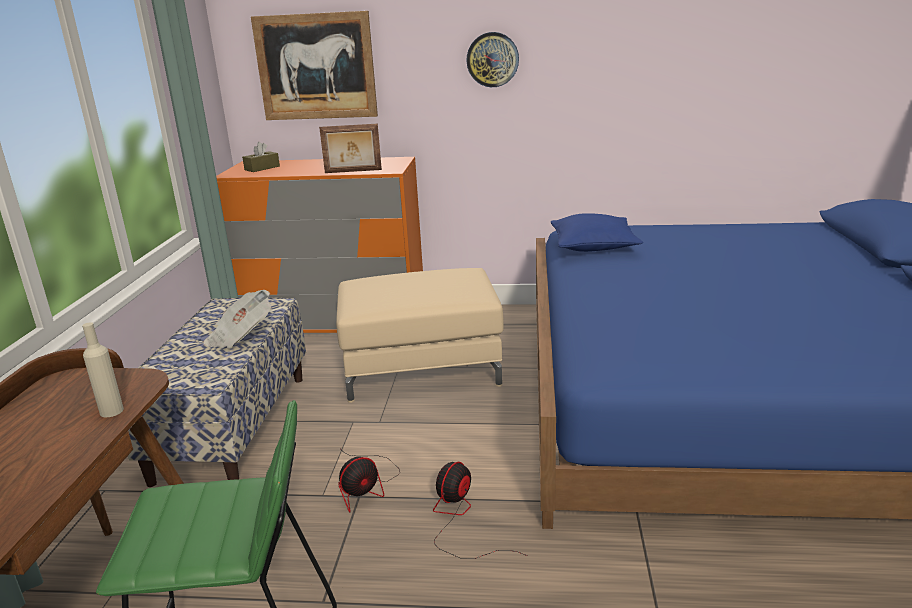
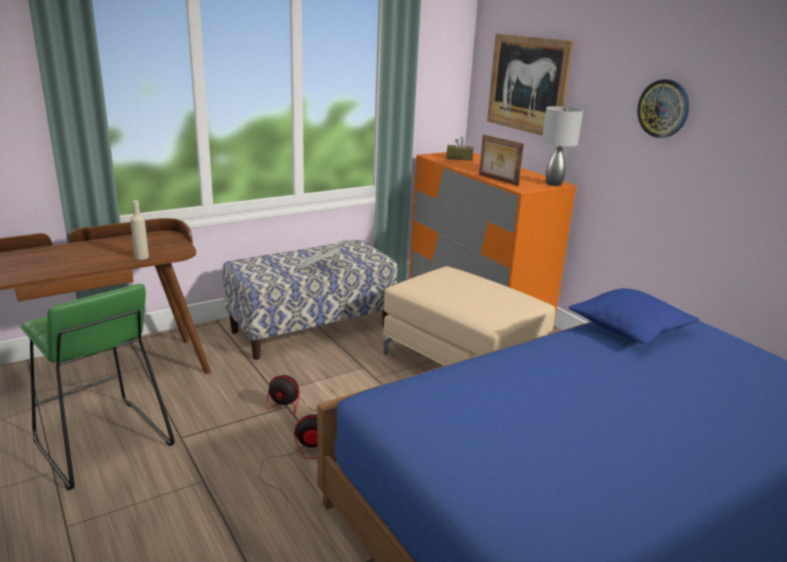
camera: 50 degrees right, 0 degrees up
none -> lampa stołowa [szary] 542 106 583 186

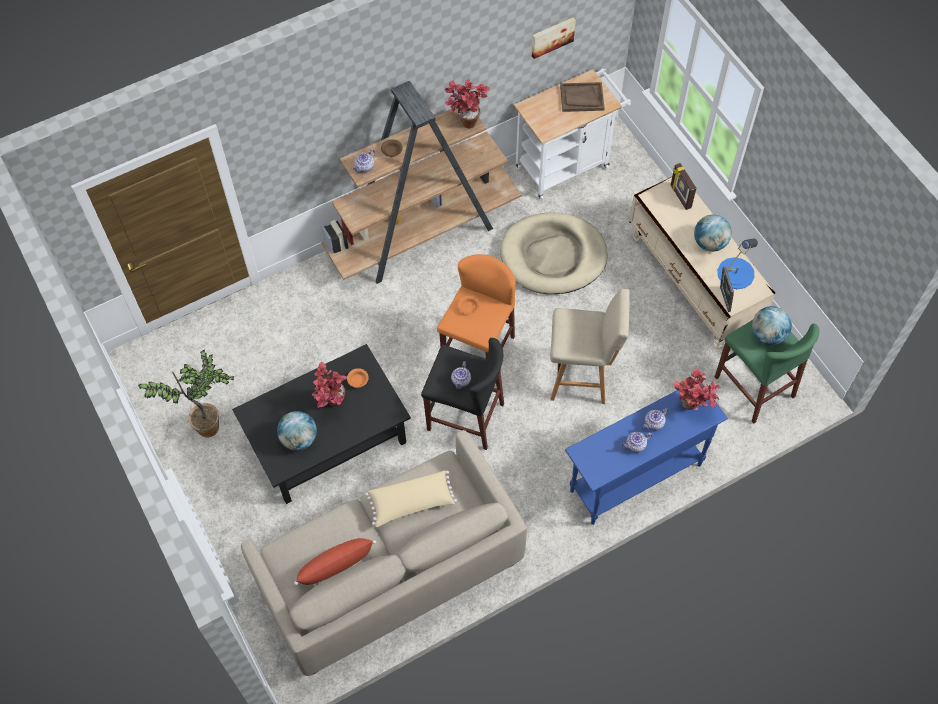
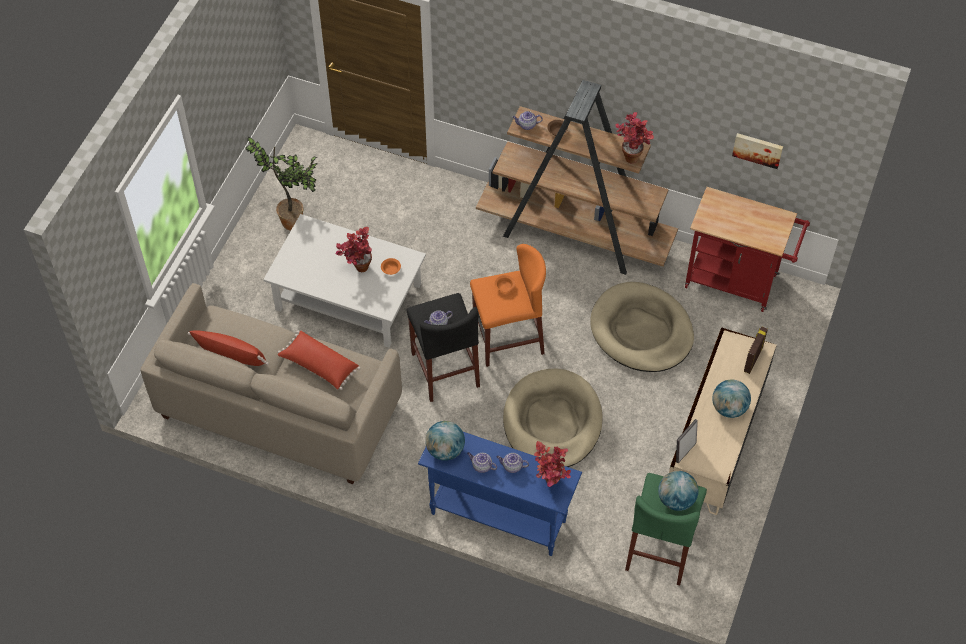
camera: 50 degrees right, 5 degrees down
ława [czarny] 232 344 411 504 -> ława [biały] 263 214 426 348
globus 277 411 317 451 -> globus 425 421 465 461, shifted
poduszka [beżowy] 365 470 457 527 -> poduszka [czerwony] 278 331 361 390
wózek [biały] 514 68 631 200 -> wózek [czerwony] 685 187 810 312
stołek [beżowy] 550 289 629 404 -> legowisko [beżowy] 503 369 603 467
taca [brązowy] 560 82 605 112 -> none
lampa stołowa [niebieski] 718 238 758 289 -> none

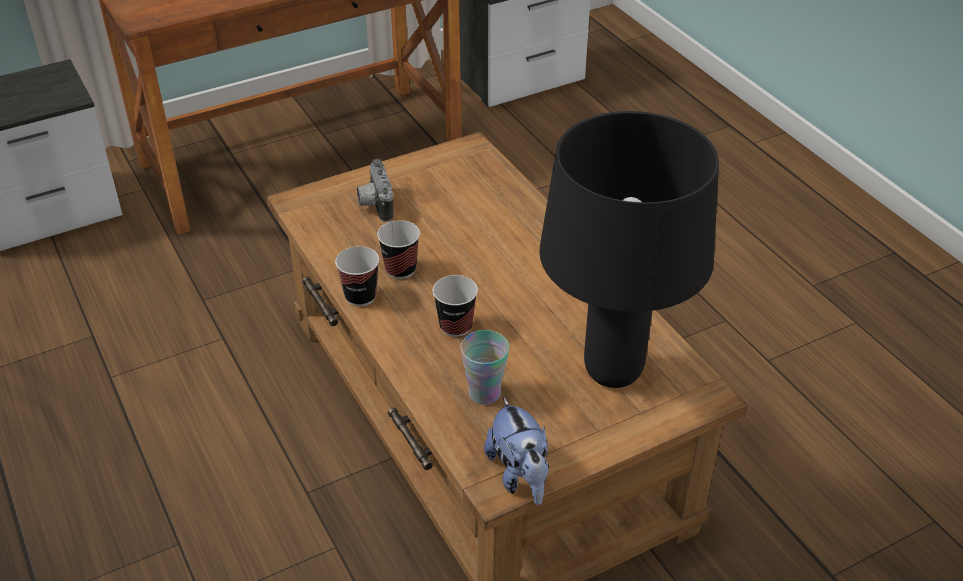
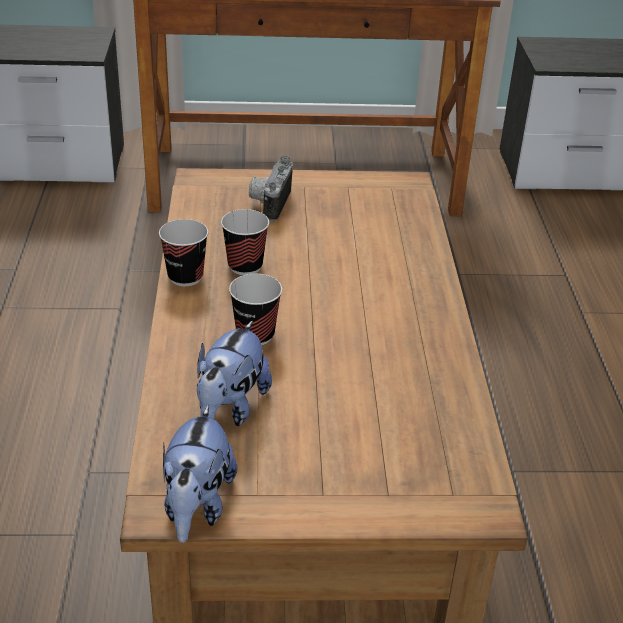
camera: 25 degrees right, 5 degrees down
filiżanka 461 330 509 405 -> pluszak 197 321 272 426
lampa stołowa [czarny] 539 111 719 388 -> none

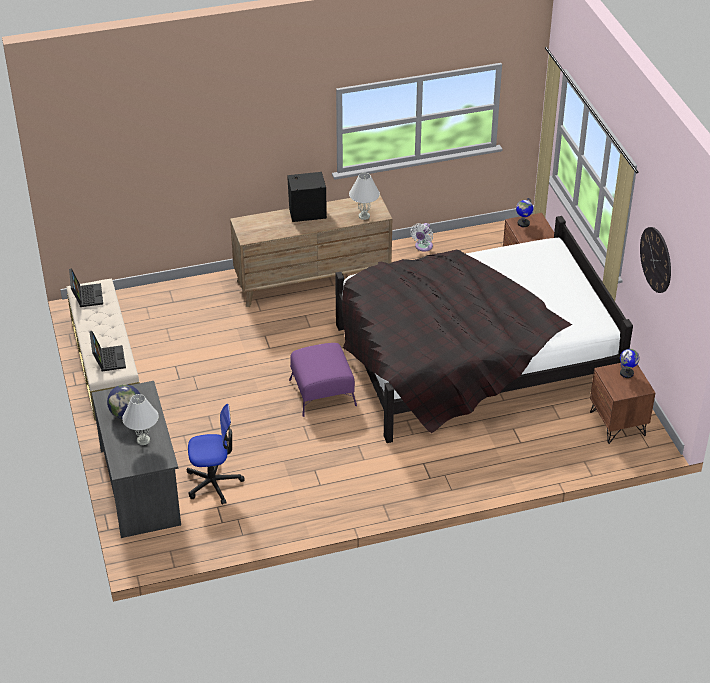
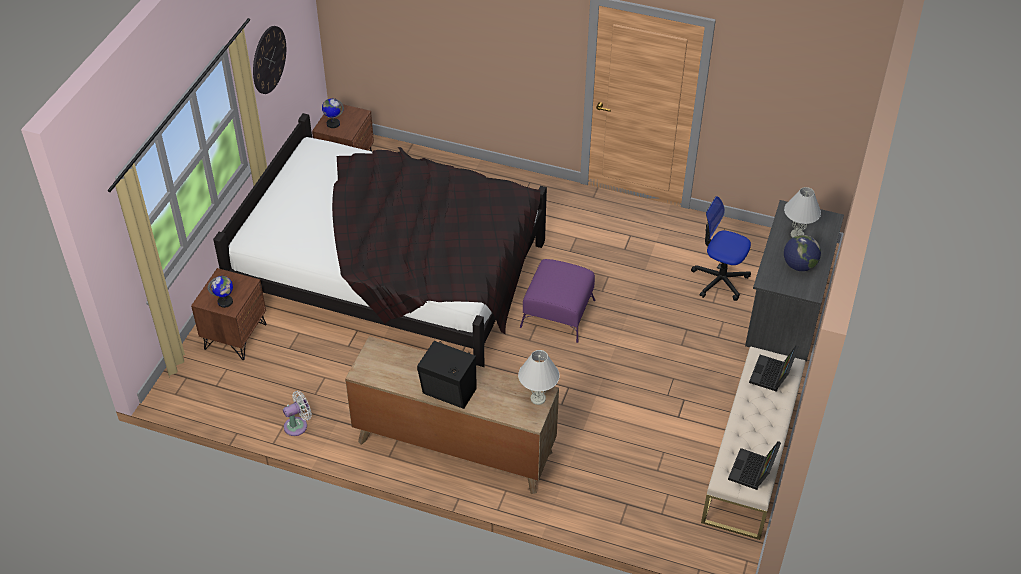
camera: 145 degrees left, 5 degrees up
lampa stołowa [biały] 349 173 380 220 -> lampa stołowa [biały] 518 350 560 405, shifted

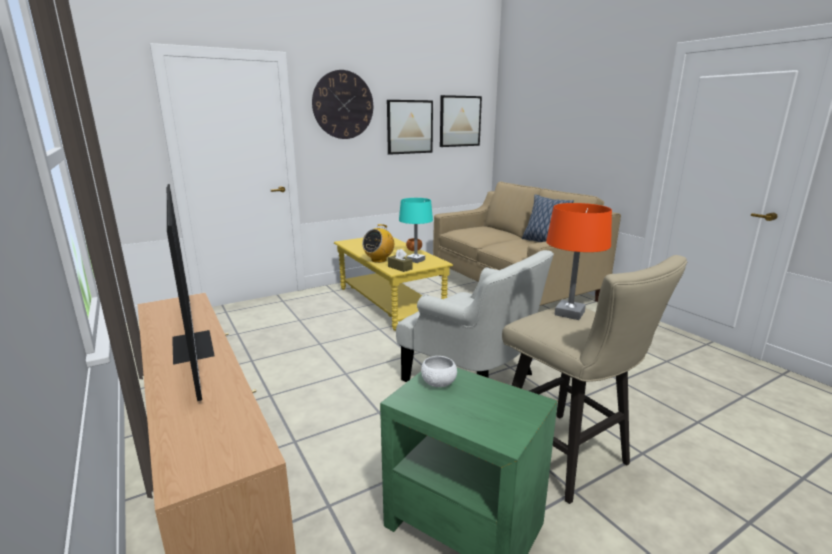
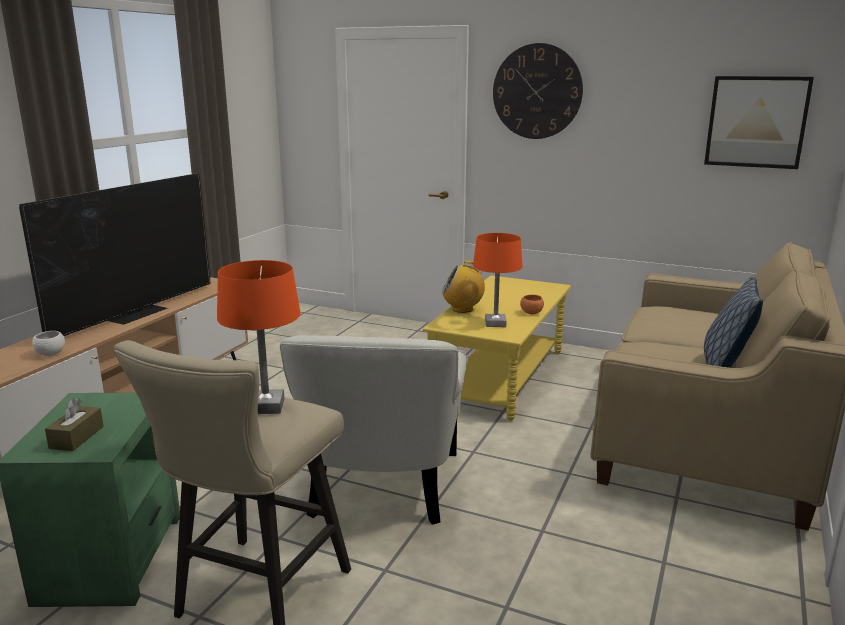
camera: 55 degrees right, 0 degrees up
obraz 387 100 433 155 -> none
pudełko chusteczek [brązowy] 388 249 413 272 -> pudełko chusteczek [brązowy] 45 398 104 451, shifted
lampa stołowa [turkusowy] 399 198 433 263 -> lampa stołowa [pomarańczowy] 473 233 523 327
miska [biały] 421 356 457 387 -> miska [biały] 32 331 65 356, shifted

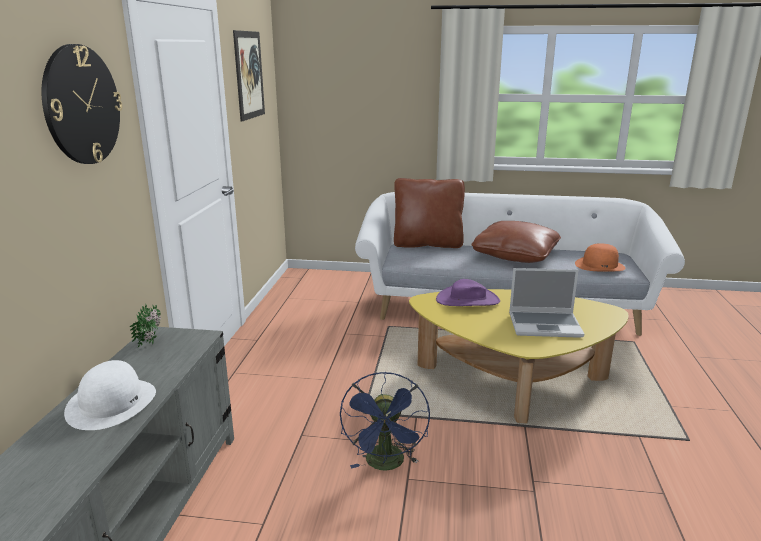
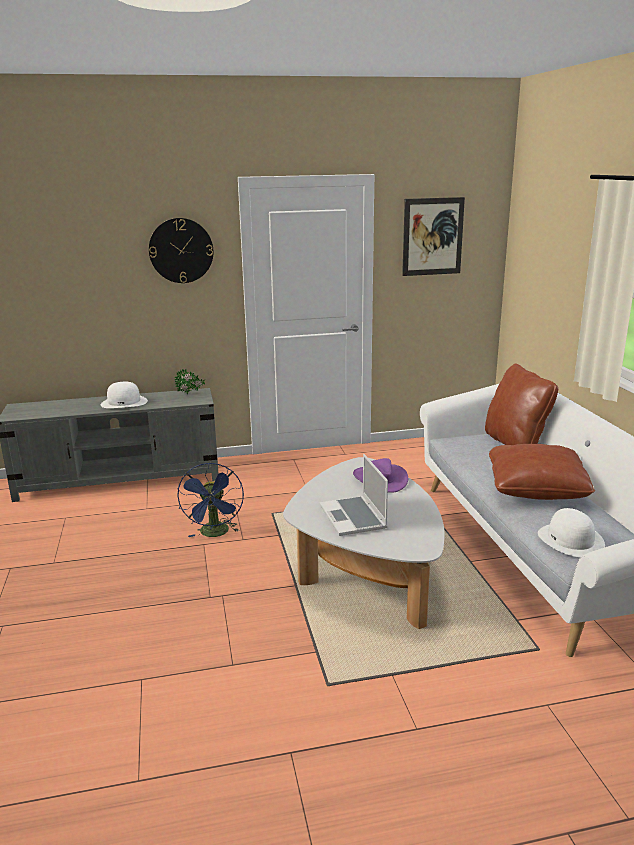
camera: 70 degrees right, 0 degrees up
wentylator [niebieski] 340 372 430 471 -> wentylator [niebieski] 177 463 244 537, 75 degrees counterclockwise
ława [żółty] 409 289 628 423 -> ława [biały] 283 457 444 629
kapelusz [pomarańczowy] 575 243 626 271 -> kapelusz [biały] 538 508 605 557

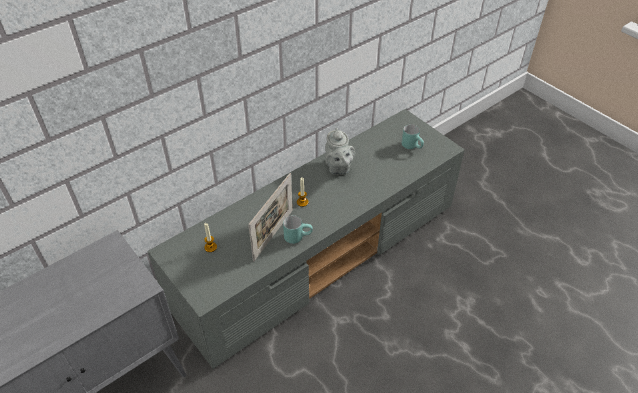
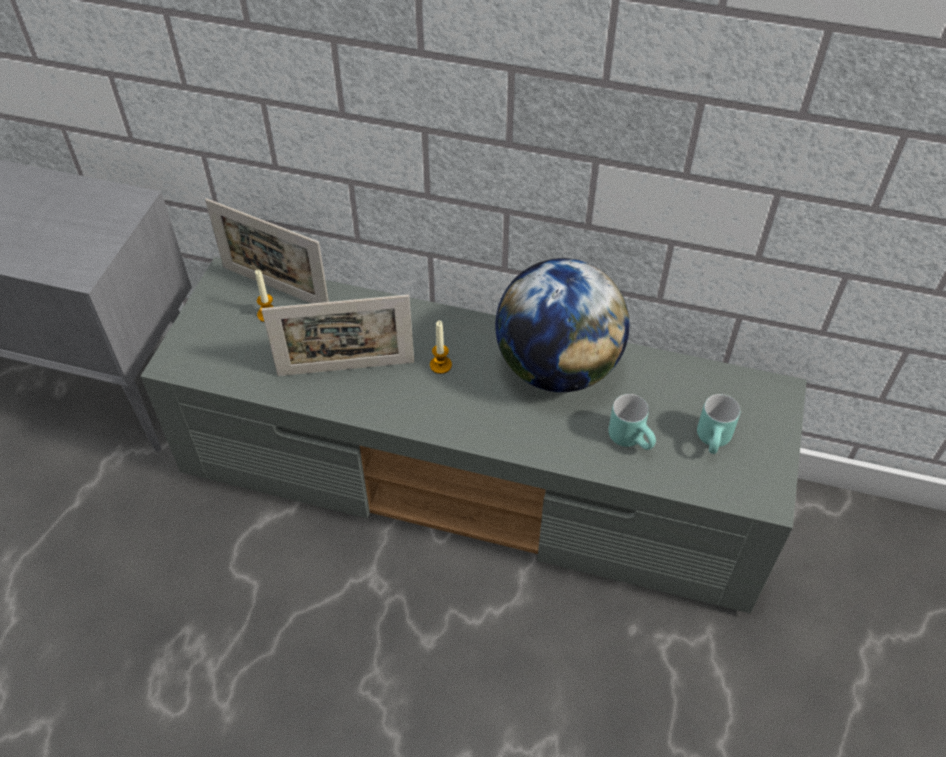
camera: 55 degrees right, 5 degrees up
kubek [turkusowy] 283 215 313 244 -> kubek [turkusowy] 608 394 656 450, shifted
imbryk [szary] 325 128 355 175 -> globus 495 258 630 392
none -> ramka na zdjęcie 205 198 329 304

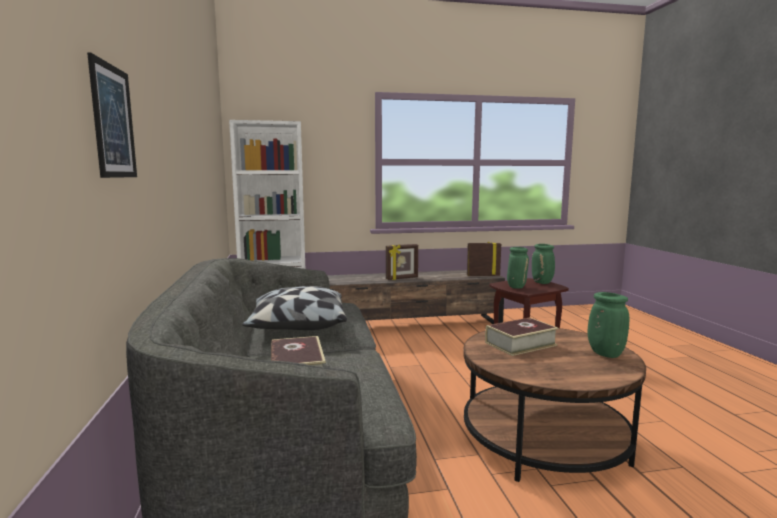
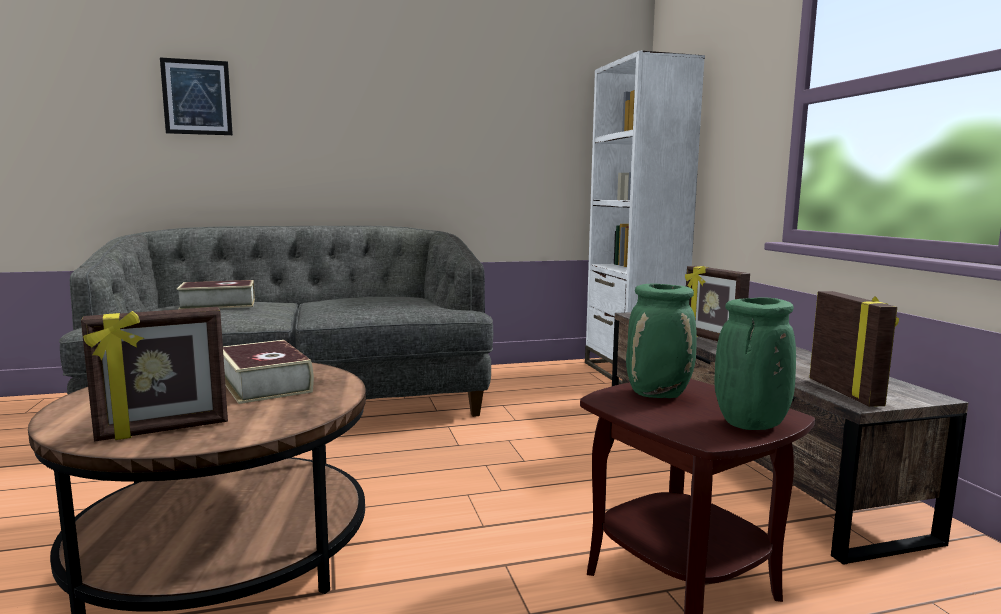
camera: 85 degrees right, 0 degrees up
poduszka 242 286 347 330 -> none
wazon [zielony] 588 292 629 358 -> ramka na zdjęcie 81 307 228 441

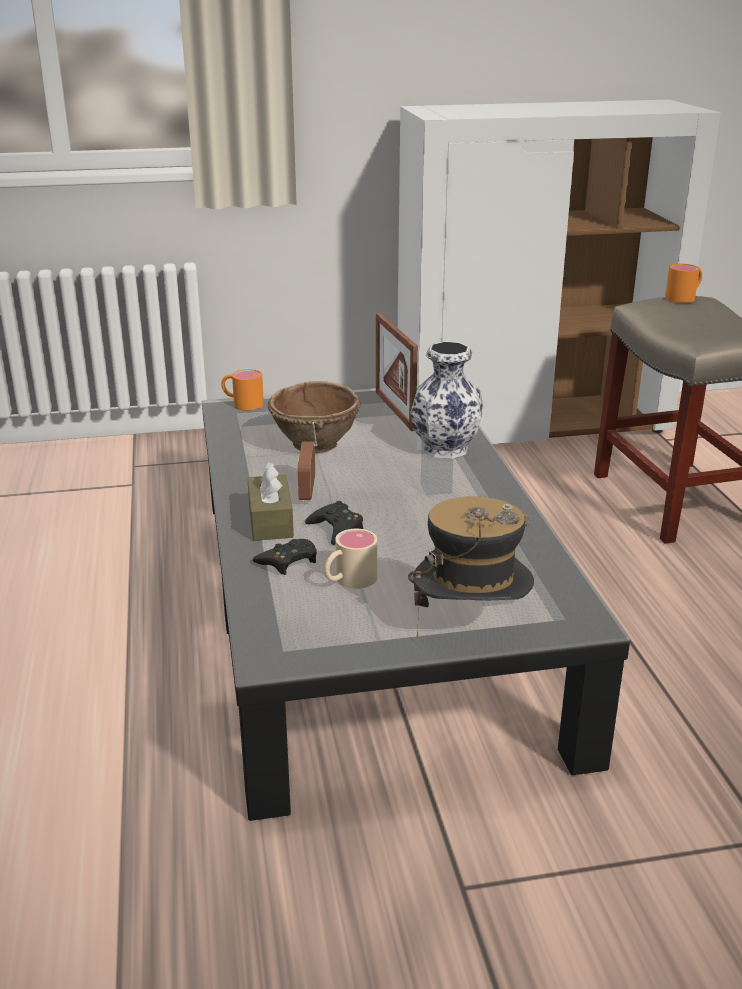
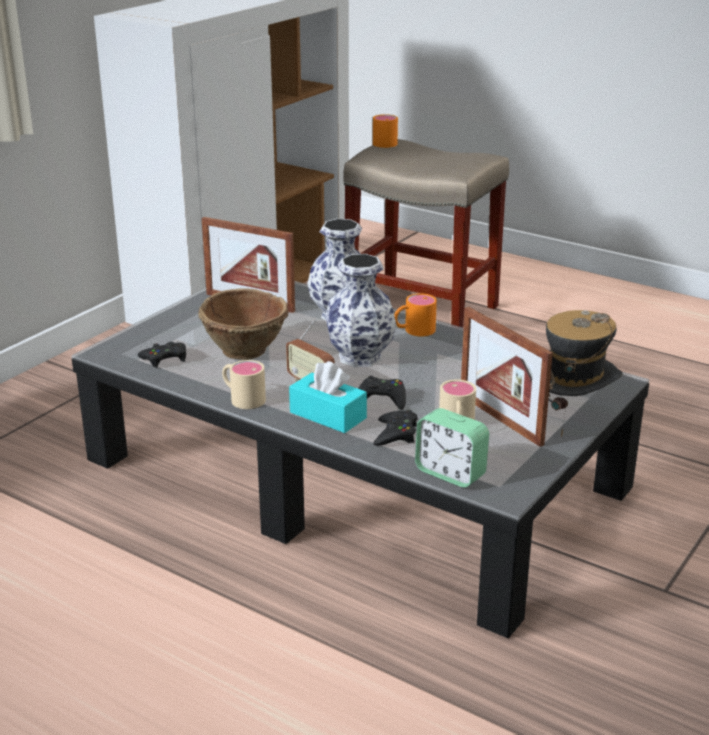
camera: 45 degrees left, 0 degrees up
kubek [pomarańczowy] 221 369 264 411 -> kubek [pomarańczowy] 394 293 437 336, shifted
pudełko chusteczek [brązowy] 247 462 294 541 -> pudełko chusteczek [turkusowy] 289 361 367 433
none -> pad do gier [czarny] 137 342 186 368
none -> kubek [beżowy] 222 360 266 409
none -> wazon 325 254 397 367
none -> budzik 415 408 489 487
none -> ramka na zdjęcie 461 307 553 447

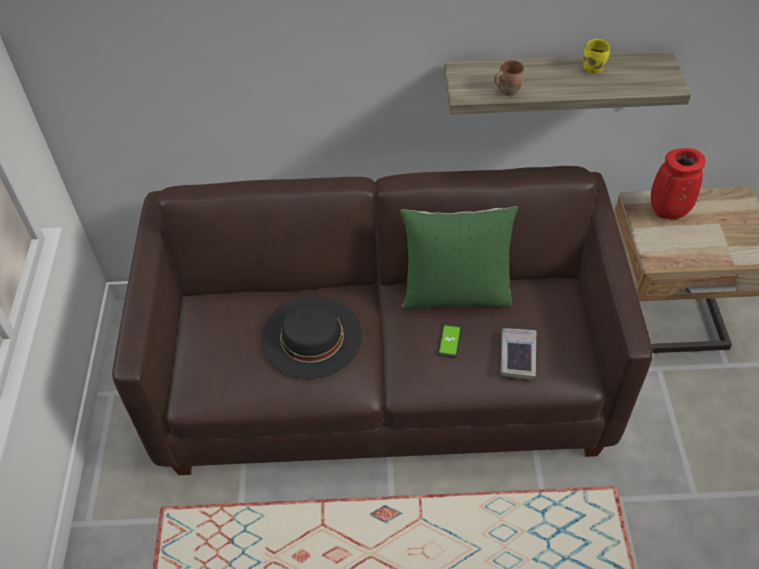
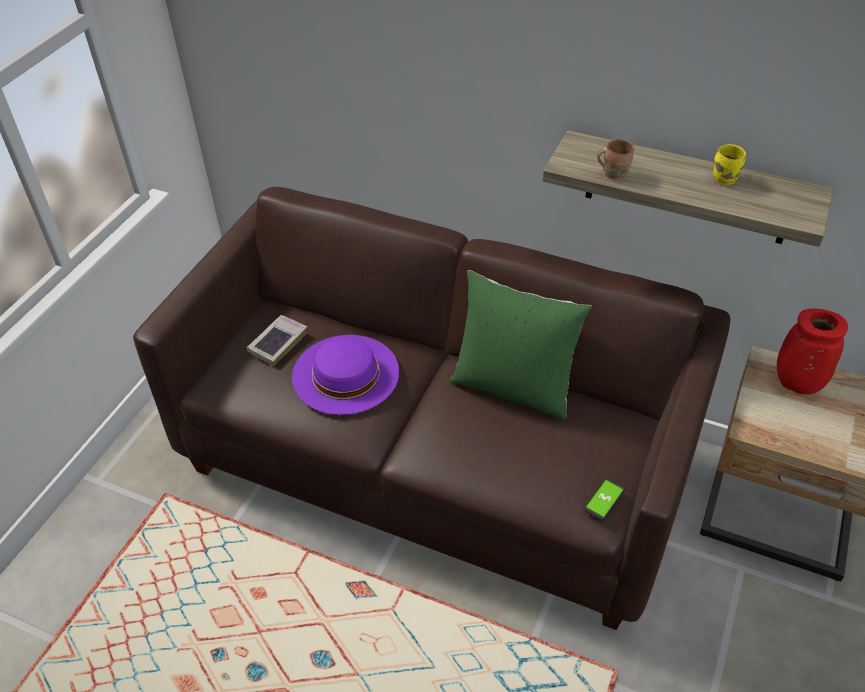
camera: 25 degrees right, 5 degrees down
kapelusz [czarny] 262 296 362 379 -> kapelusz [fioletowy] 292 335 399 415
telefon 438 323 462 358 -> telefon 584 478 625 520, shifted
książka 500 328 536 380 -> książka 247 315 308 366, shifted

